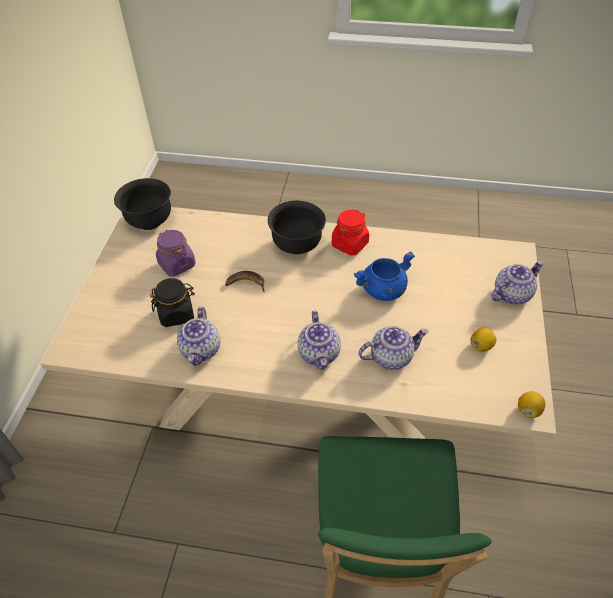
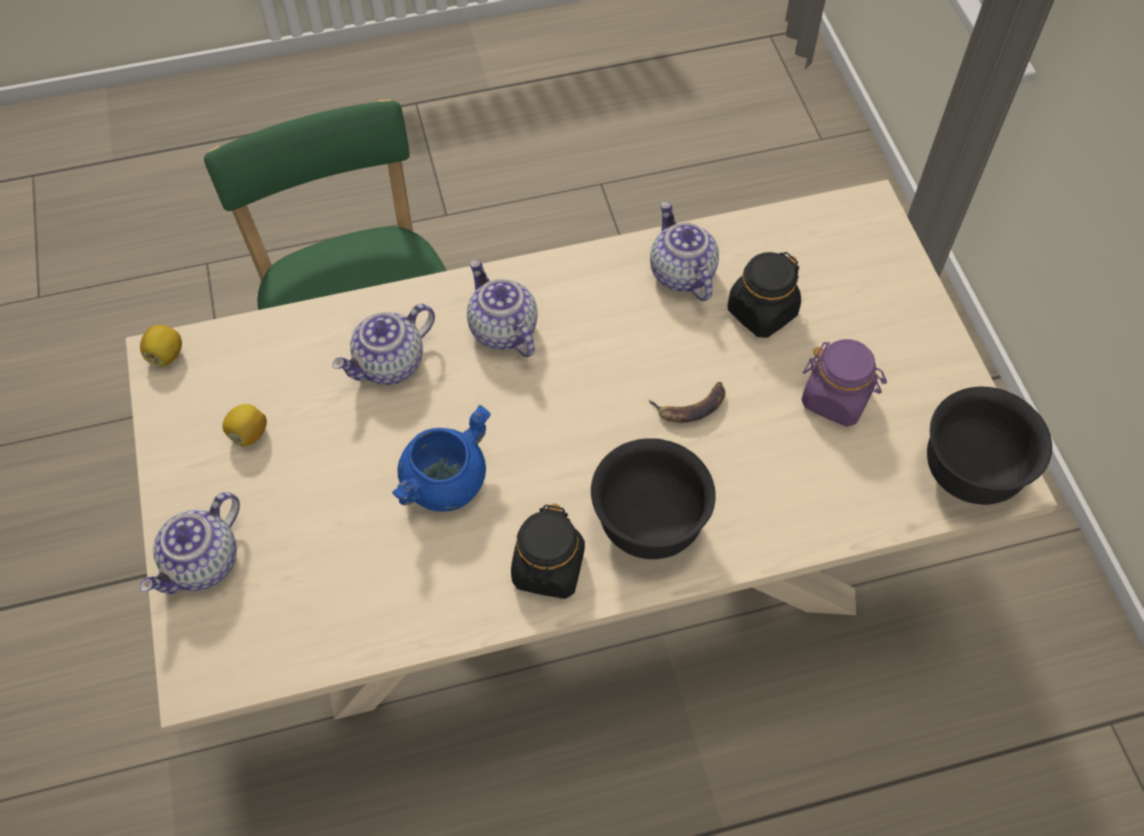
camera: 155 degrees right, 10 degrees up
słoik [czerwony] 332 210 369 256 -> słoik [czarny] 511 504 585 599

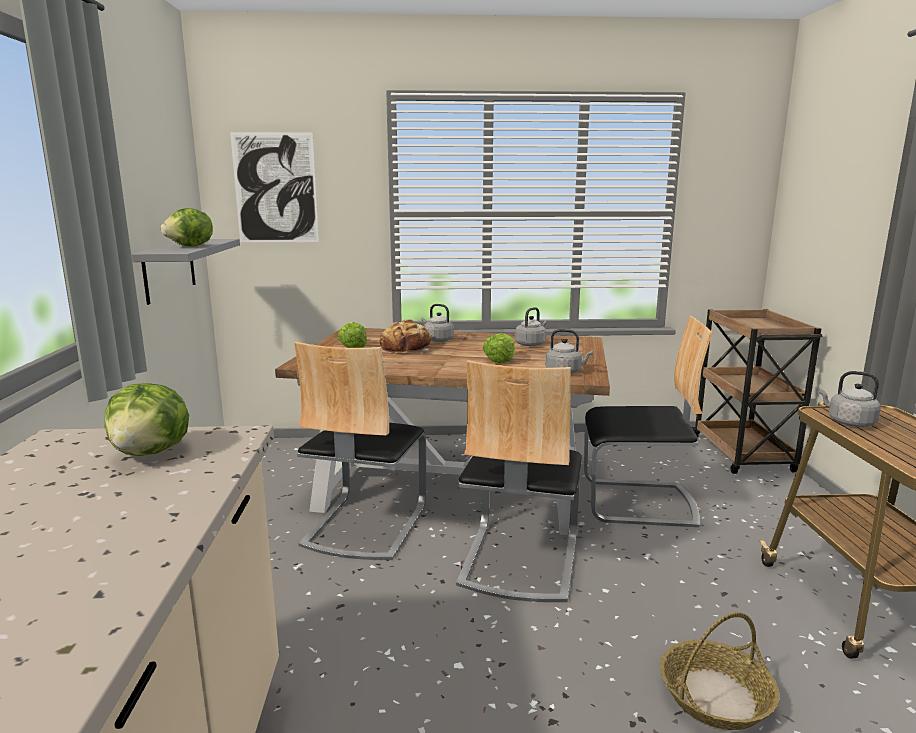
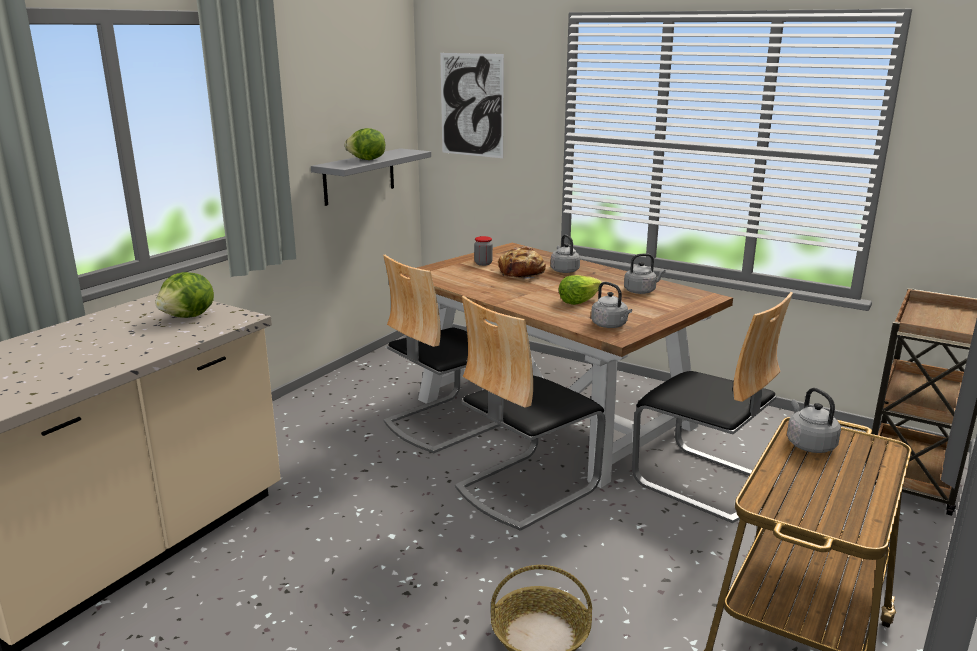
camera: 35 degrees right, 5 degrees up
sałata 338 322 367 348 -> słoik 474 236 493 266

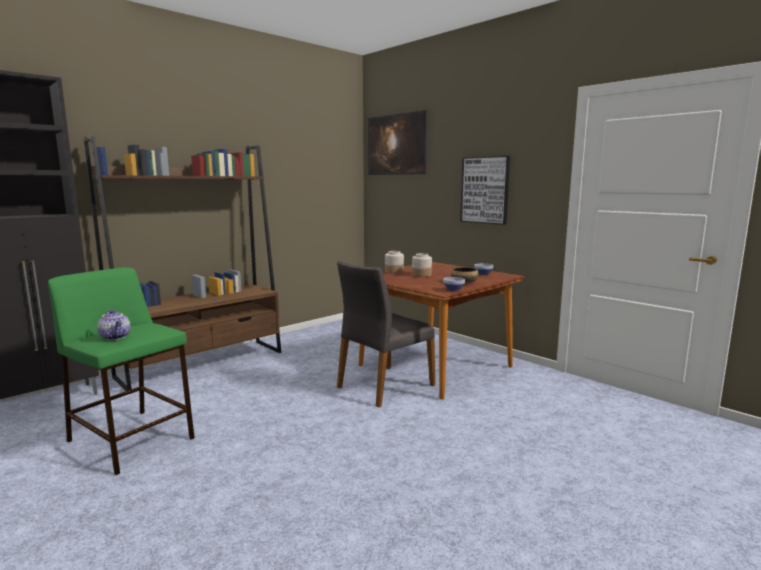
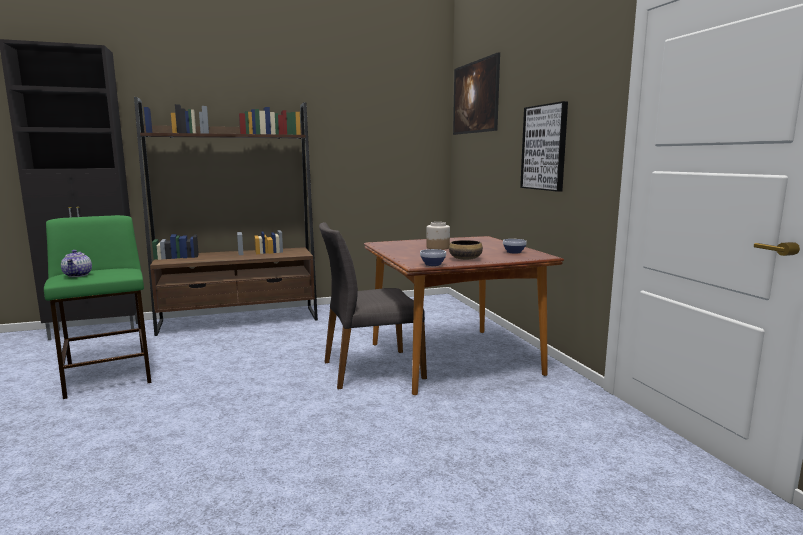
camera: 25 degrees right, 0 degrees up
słoik 385 251 404 274 -> none

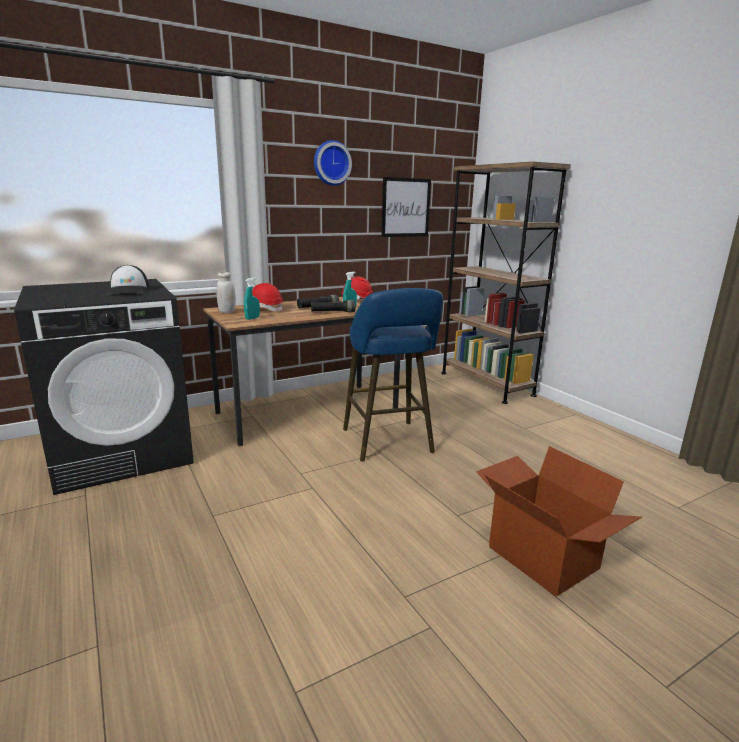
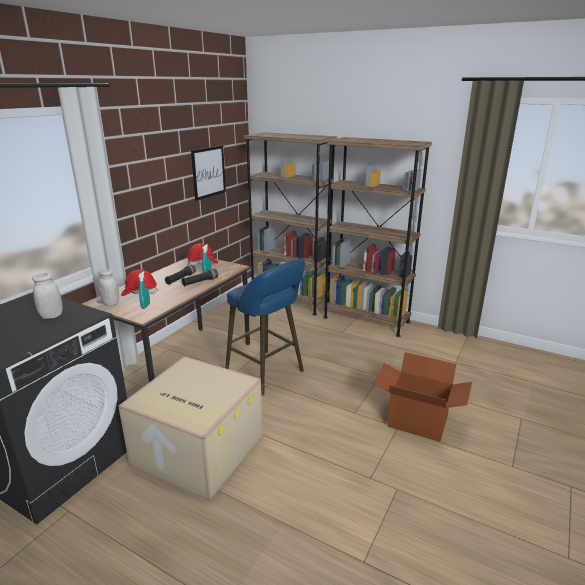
camera: 30 degrees left, 5 degrees up
czapka z daszkiem 108 265 150 294 -> słoik [biały] 32 273 63 319
zegar ścienny 314 140 352 186 -> none
none -> karton 118 356 263 501
none -> regał [brązowy] 323 137 432 337

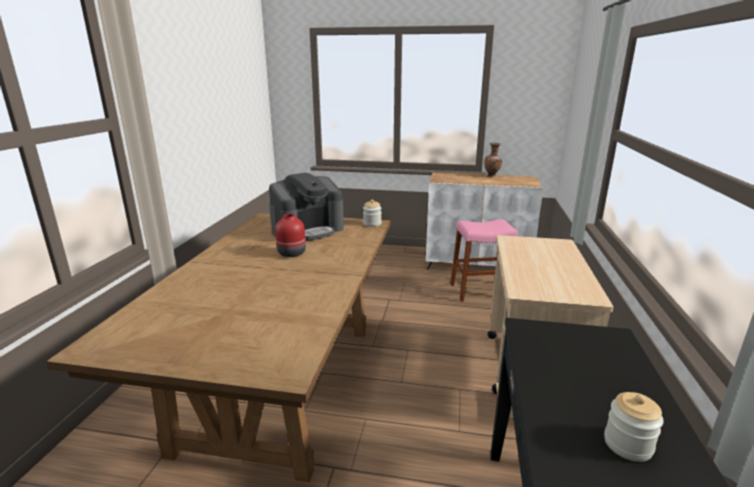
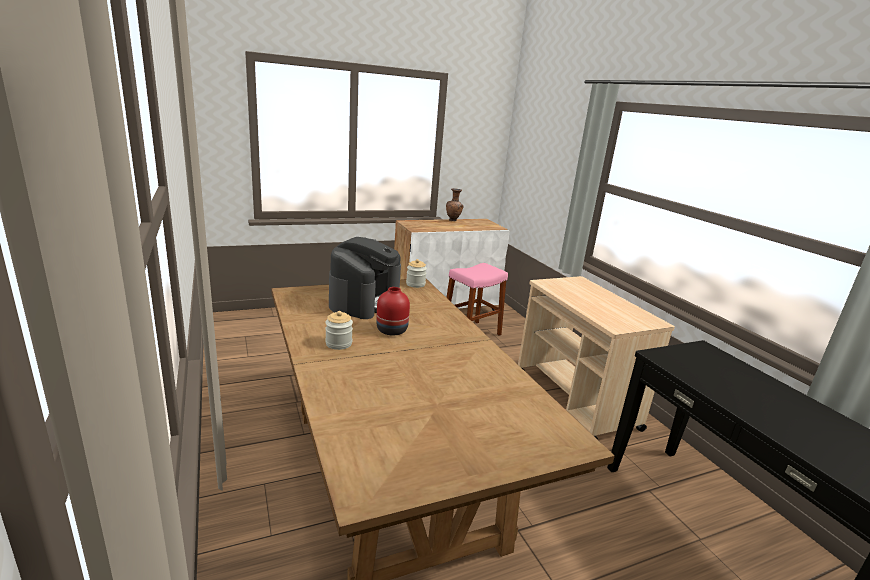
camera: 35 degrees left, 0 degrees up
słoik 604 392 664 462 -> słoik 325 311 353 350, shifted

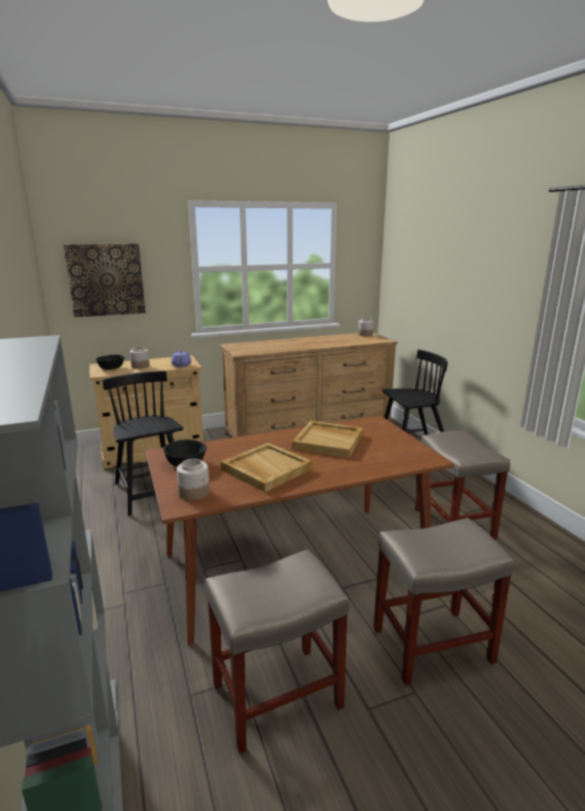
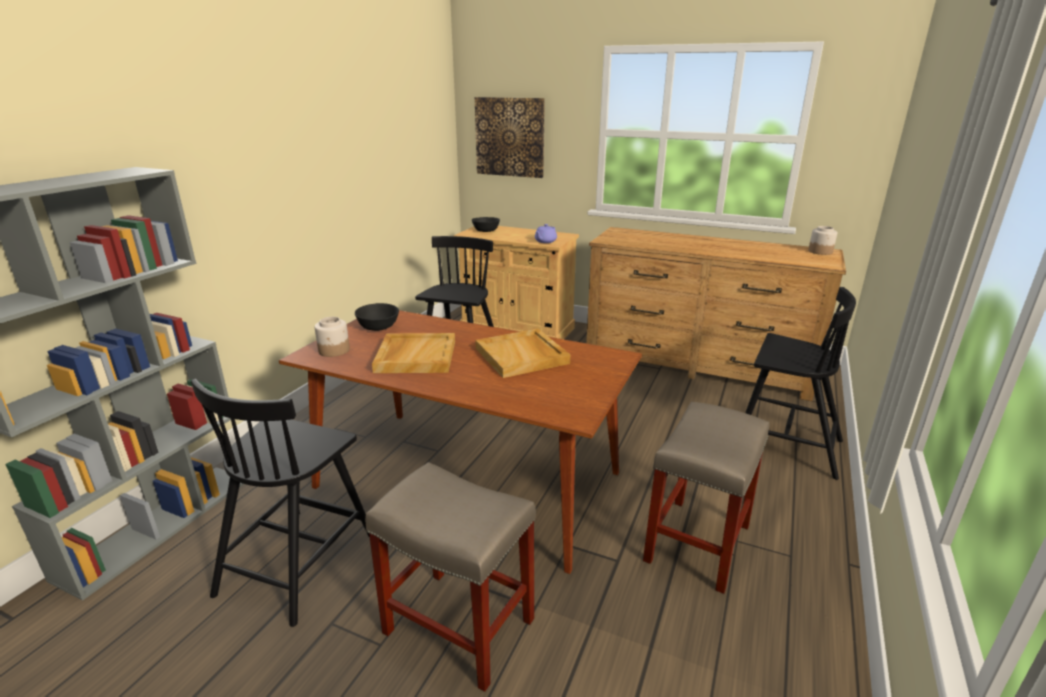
camera: 45 degrees right, 5 degrees up
słoik 130 347 149 369 -> none
stołek [beżowy] 205 549 349 754 -> krzesło [czarny] 191 379 369 627

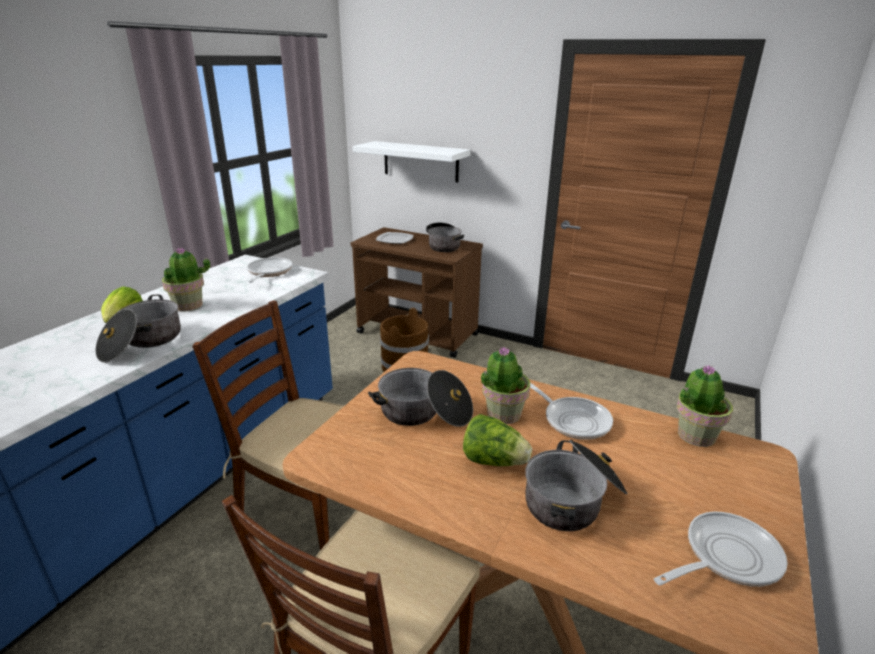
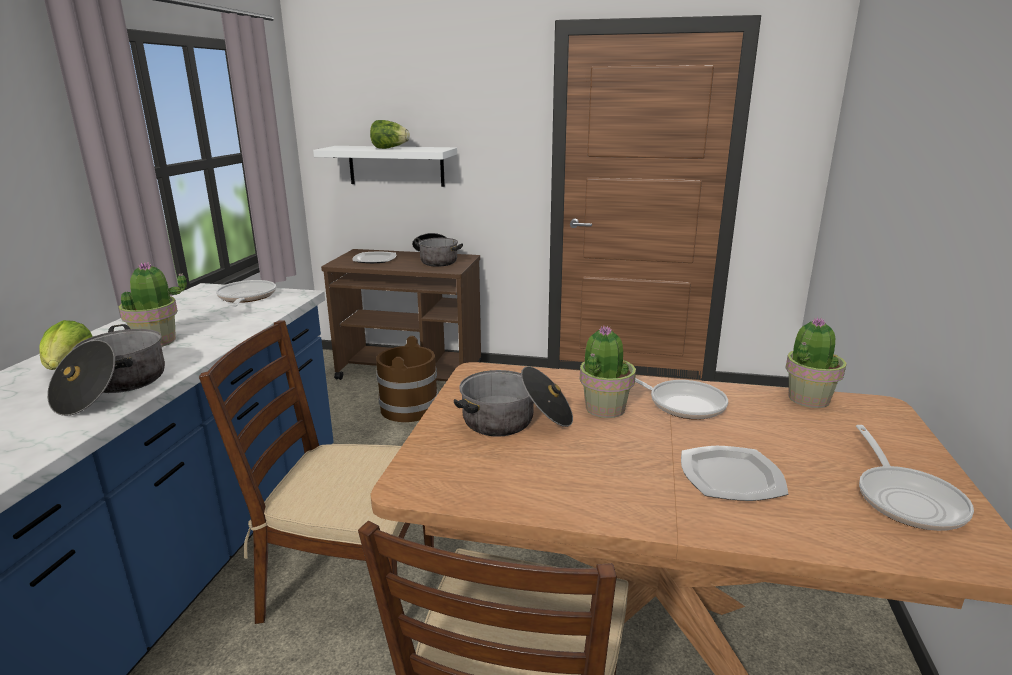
camera: 15 degrees left, 5 degrees down
sałata 463 414 532 466 -> sałata 370 120 410 149, shifted
garnek 525 440 628 531 -> talerz 681 446 788 501
patelnia 654 512 788 587 -> patelnia 856 425 974 531, 135 degrees clockwise

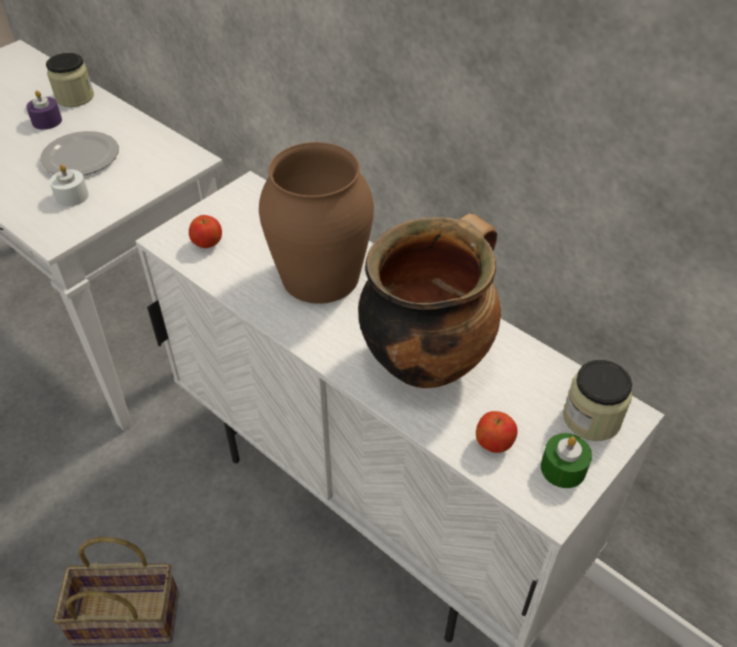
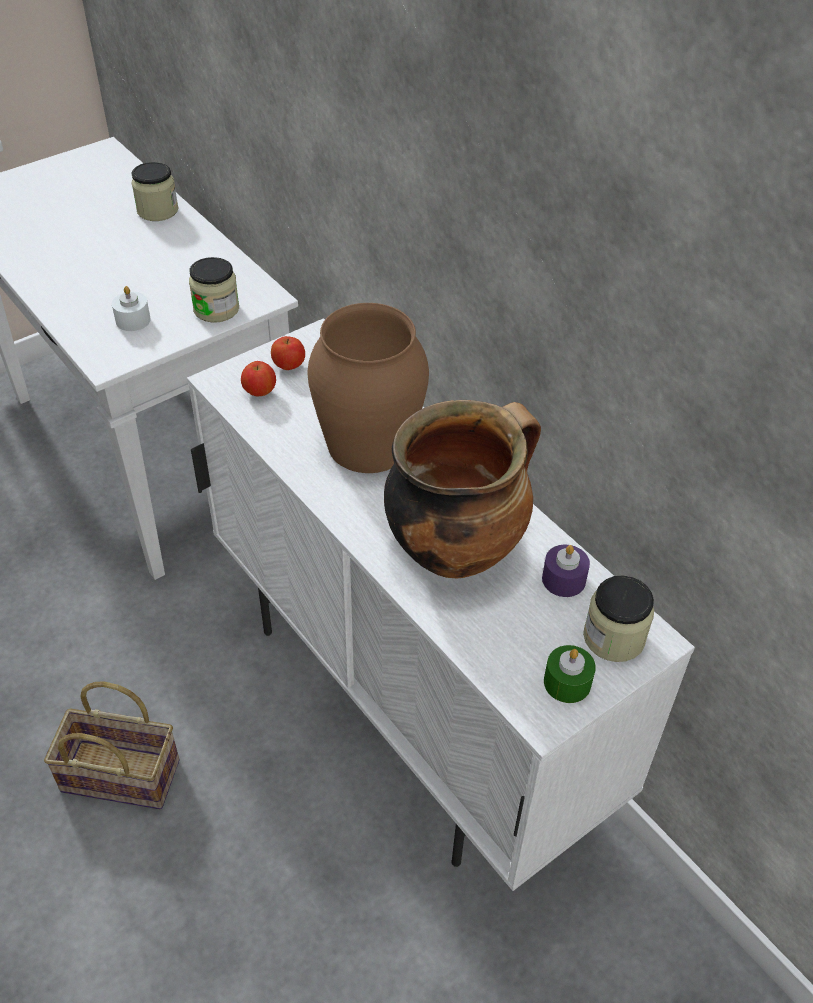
camera: 10 degrees right, 0 degrees up
świeca [fioletowy] 26 90 62 130 -> świeca [fioletowy] 542 545 590 597, shifted
talerz 40 131 119 176 -> none
jabłko 476 411 518 453 -> jabłko 271 336 305 370, shifted
none -> słoik 189 257 239 323

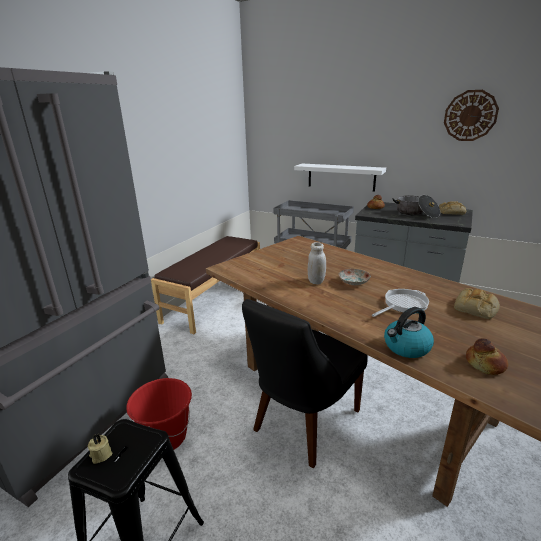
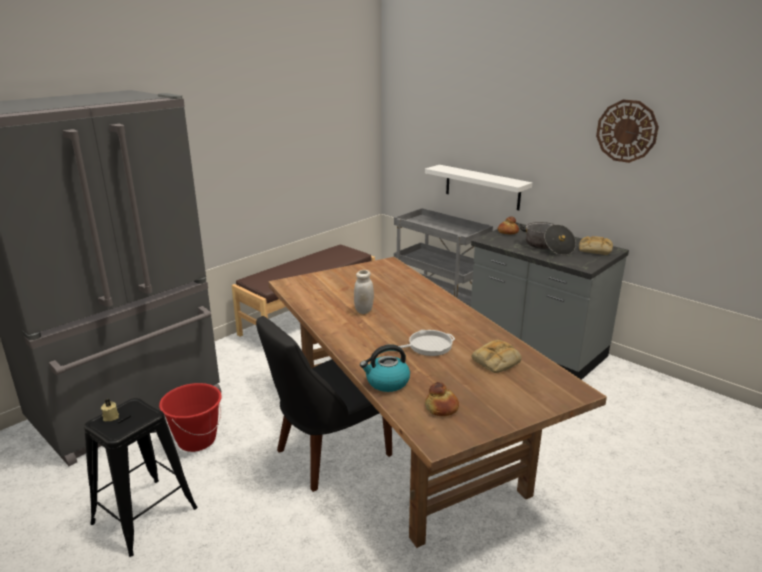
camera: 15 degrees right, 0 degrees up
talerz 339 269 371 285 -> none

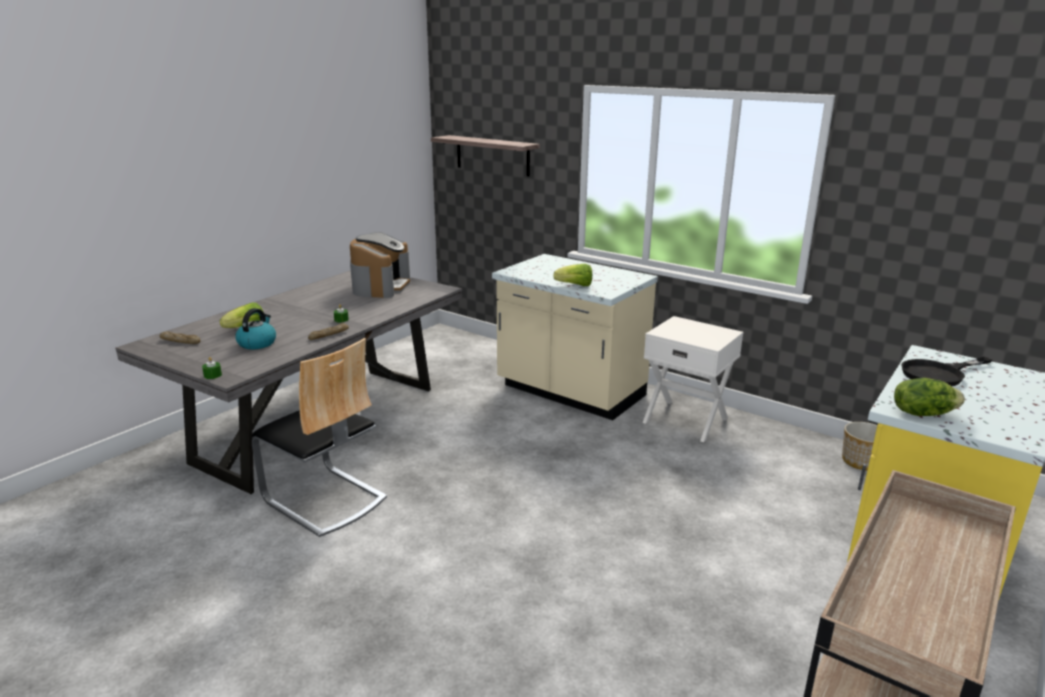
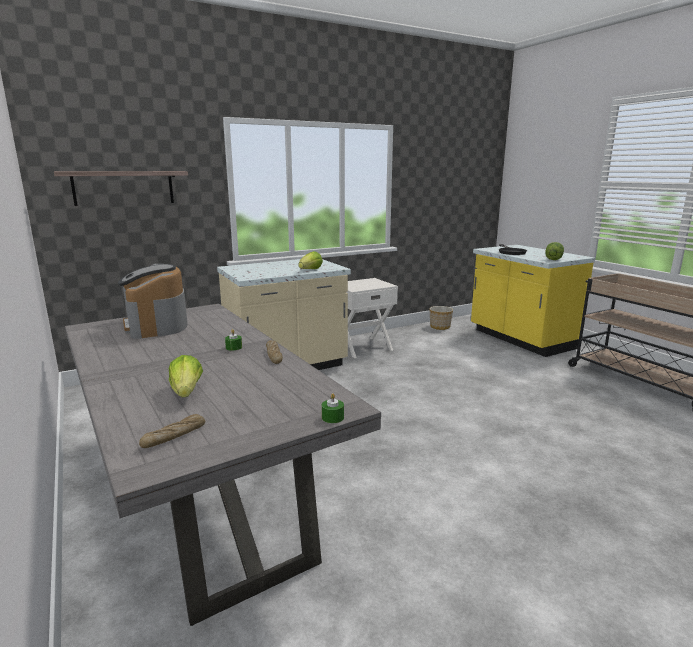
camera: 65 degrees left, 5 degrees down
czajnik 235 308 276 349 -> none
krzesło 252 338 387 537 -> none
ekspres do kawy 350 232 410 298 -> ekspres do kawy 118 264 188 339, 150 degrees counterclockwise

